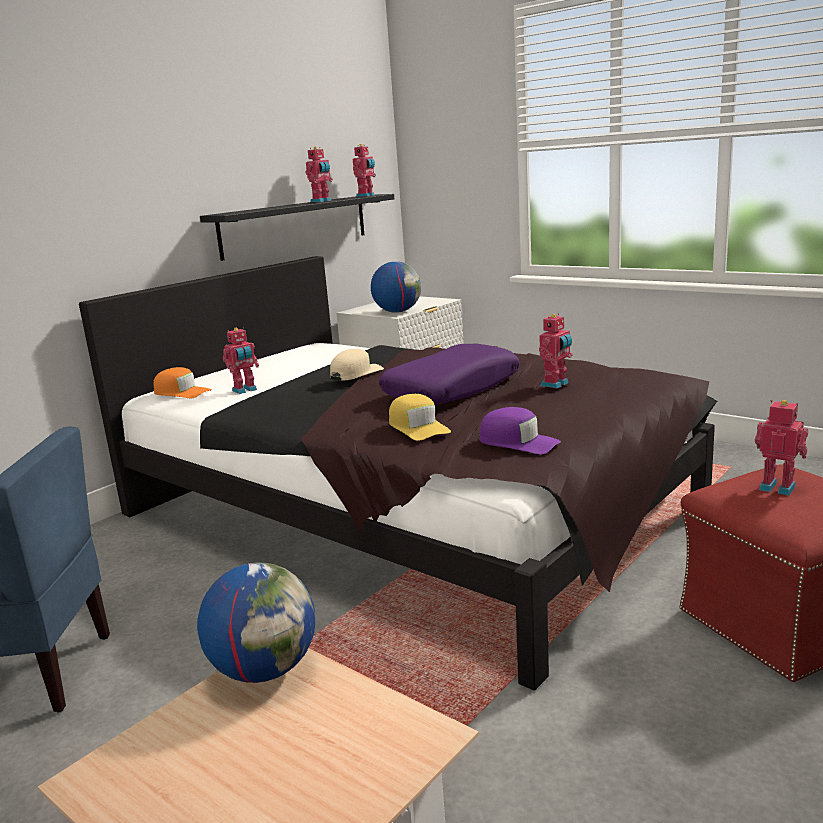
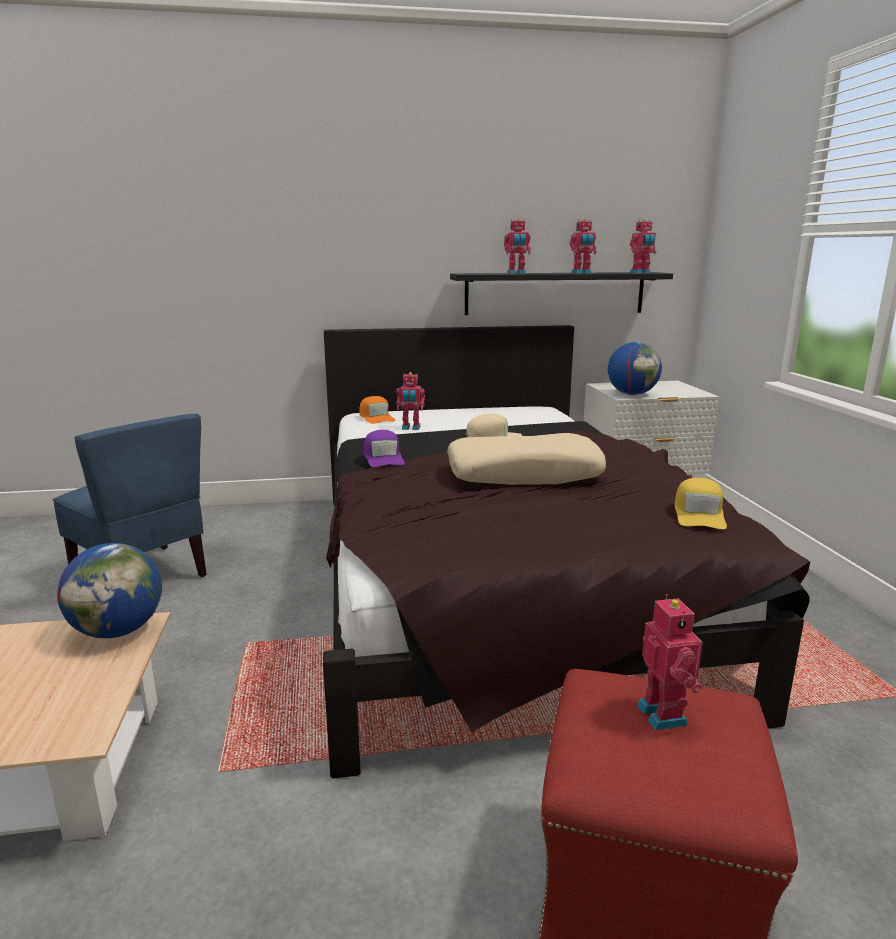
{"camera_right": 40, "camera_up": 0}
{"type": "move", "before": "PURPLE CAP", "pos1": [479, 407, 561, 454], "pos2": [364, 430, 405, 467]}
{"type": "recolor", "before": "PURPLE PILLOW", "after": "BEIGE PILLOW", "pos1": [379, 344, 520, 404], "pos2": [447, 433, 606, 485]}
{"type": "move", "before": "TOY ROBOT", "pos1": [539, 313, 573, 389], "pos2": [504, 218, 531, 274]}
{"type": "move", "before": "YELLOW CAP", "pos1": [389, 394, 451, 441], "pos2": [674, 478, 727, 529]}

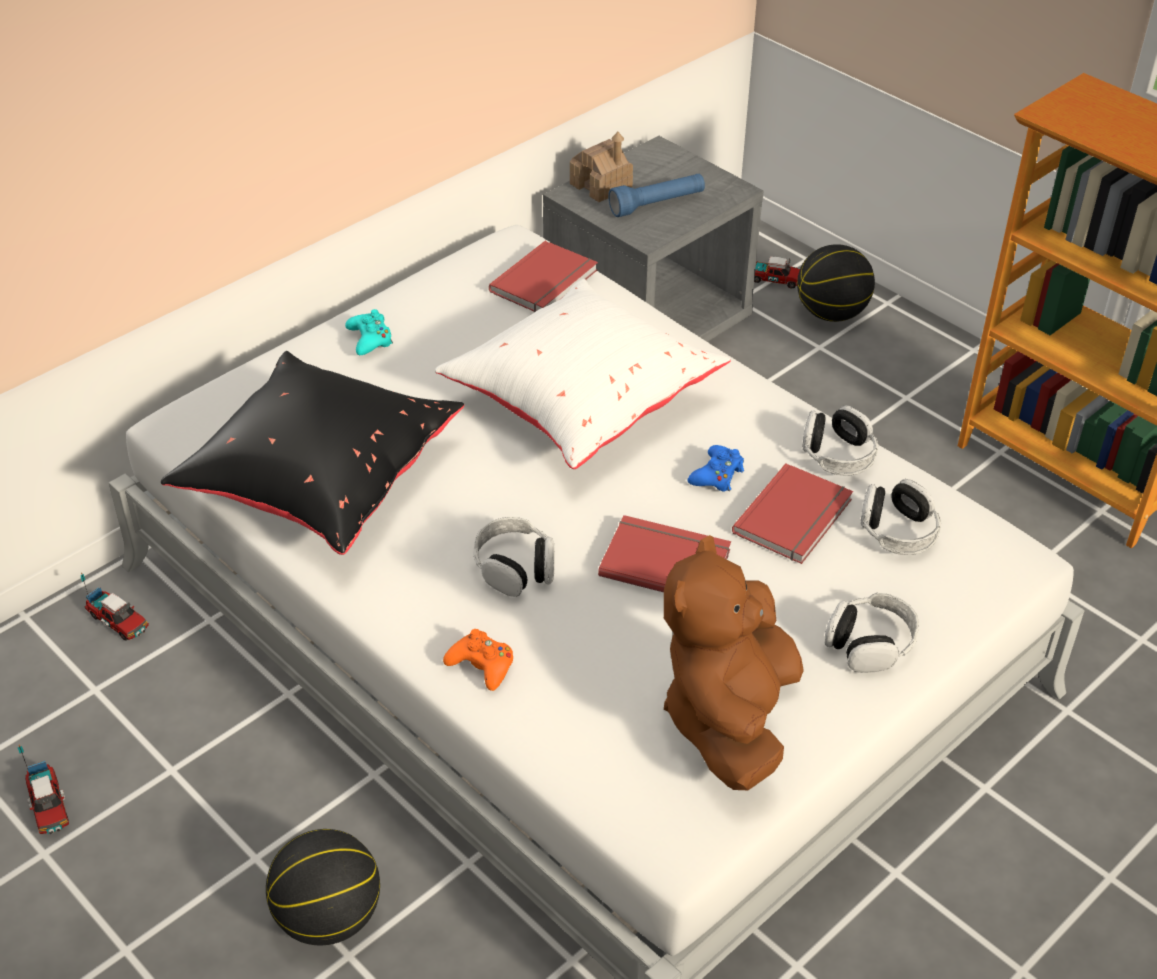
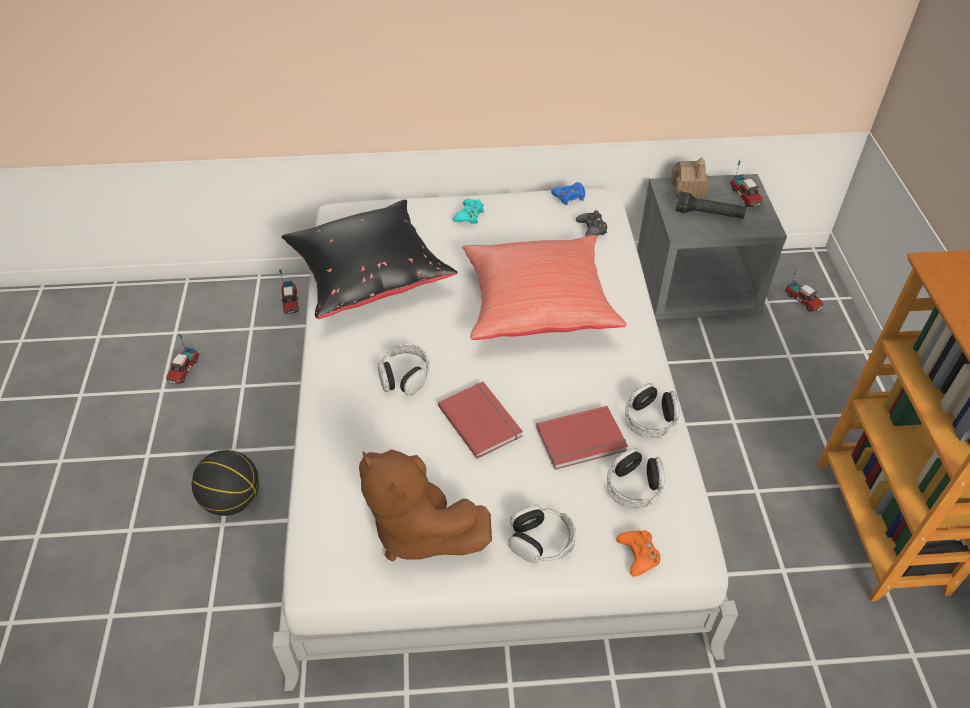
{"camera_right": 40, "camera_up": 5}
{"type": "rotate", "before": "BROWN PLUSH TOY", "pos1": [664, 535, 804, 790], "pos2": [359, 449, 492, 561], "turn": -105}
{"type": "recolor", "before": "WHITE PILLOW", "after": "RED PILLOW", "pos1": [435, 279, 731, 469], "pos2": [462, 235, 627, 340]}
{"type": "move", "before": "BLUE GAME CONTROLLER", "pos1": [688, 445, 744, 492], "pos2": [551, 182, 585, 205]}
{"type": "replace", "before": "RED BOOK", "after": "BLACK GAME CONTROLLER", "pos1": [489, 241, 598, 312], "pos2": [576, 210, 607, 236]}
{"type": "move", "before": "ORANGE GAME CONTROLLER", "pos1": [443, 629, 513, 691], "pos2": [616, 530, 661, 577]}
{"type": "recolor", "before": "BLUE FLASHLIGHT", "after": "BLACK FLASHLIGHT", "pos1": [608, 174, 705, 217], "pos2": [676, 191, 746, 219]}
{"type": "insert", "after": "TOY TRUCK", "pos2": [730, 161, 764, 207]}
{"type": "delete", "before": "BASKETBALL", "pos1": [797, 244, 875, 322]}

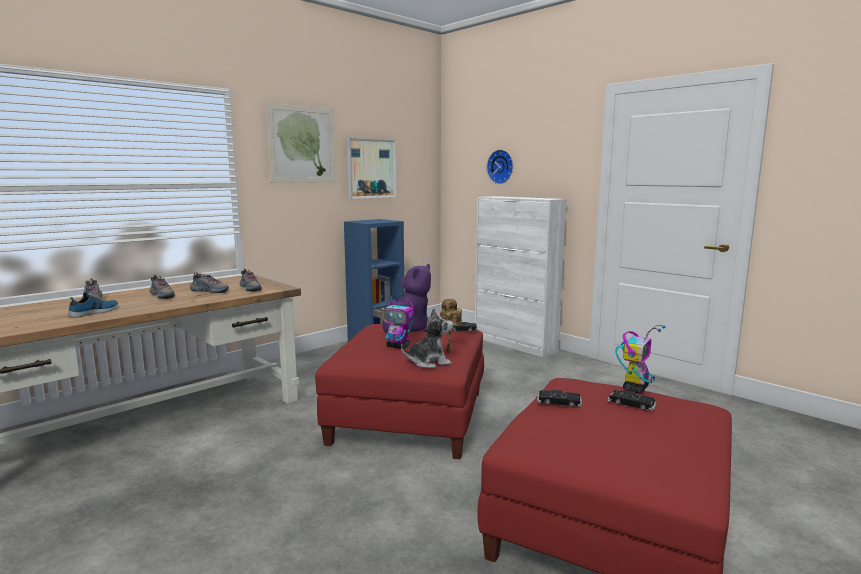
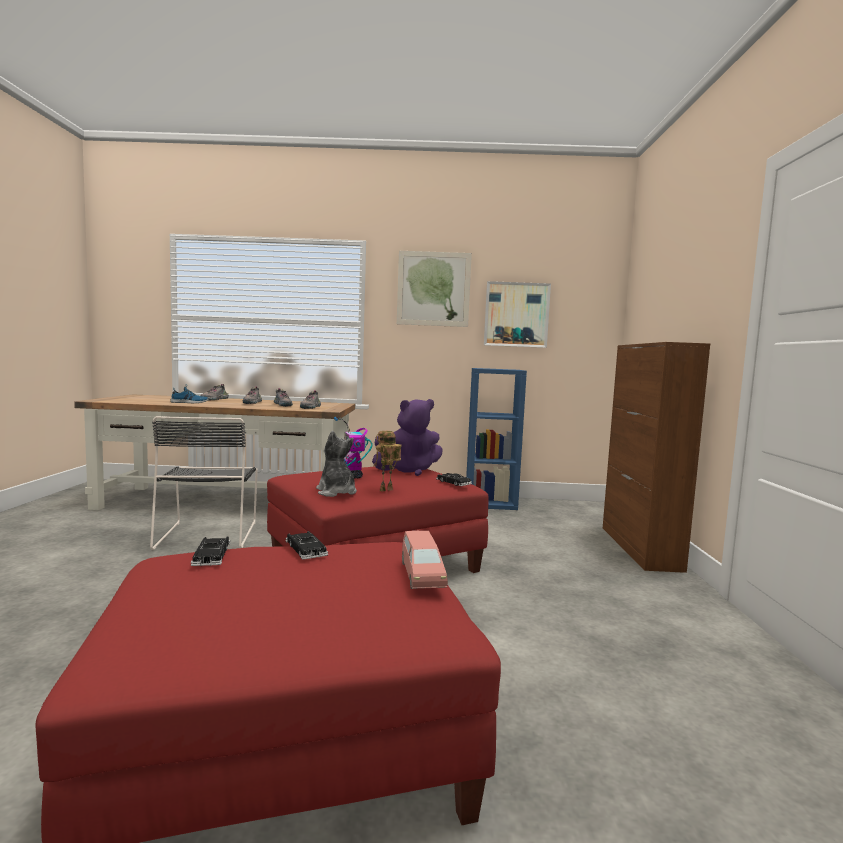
{"camera_right": 45, "camera_up": -5}
{"type": "insert", "after": "BLACK CHAIR", "pos2": [150, 416, 258, 550]}
{"type": "move", "before": "BLACK TOY CAR", "pos1": [608, 390, 656, 411], "pos2": [191, 536, 230, 566]}
{"type": "rotate", "before": "PLUSH TOY", "pos1": [401, 308, 453, 368], "pos2": [316, 431, 357, 497], "turn": -150}
{"type": "replace", "before": "TOY ROBOT", "after": "PINK TOY CAR", "pos1": [615, 325, 666, 393], "pos2": [402, 531, 448, 589]}
{"type": "recolor", "before": "WHITE CABINET", "after": "BROWN CABINET", "pos1": [475, 196, 567, 357], "pos2": [603, 342, 710, 573]}
{"type": "delete", "before": "WALL CLOCK", "pos1": [487, 149, 513, 184]}

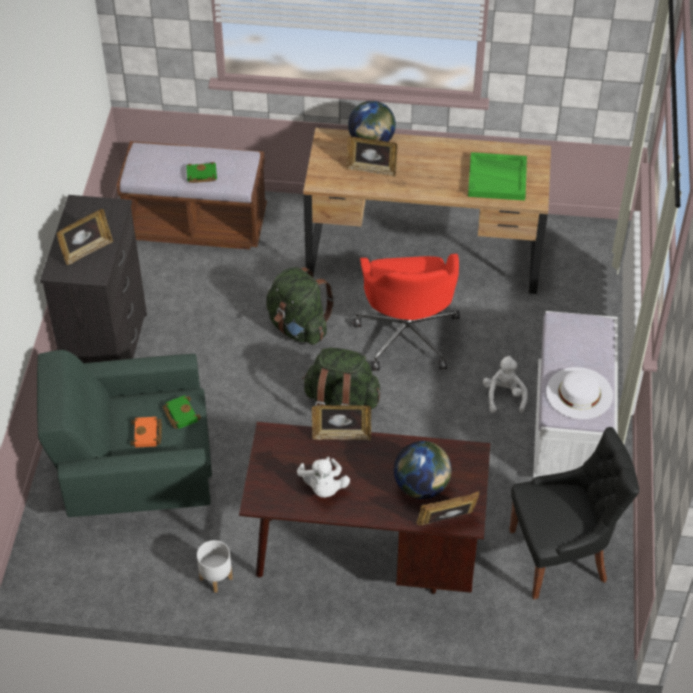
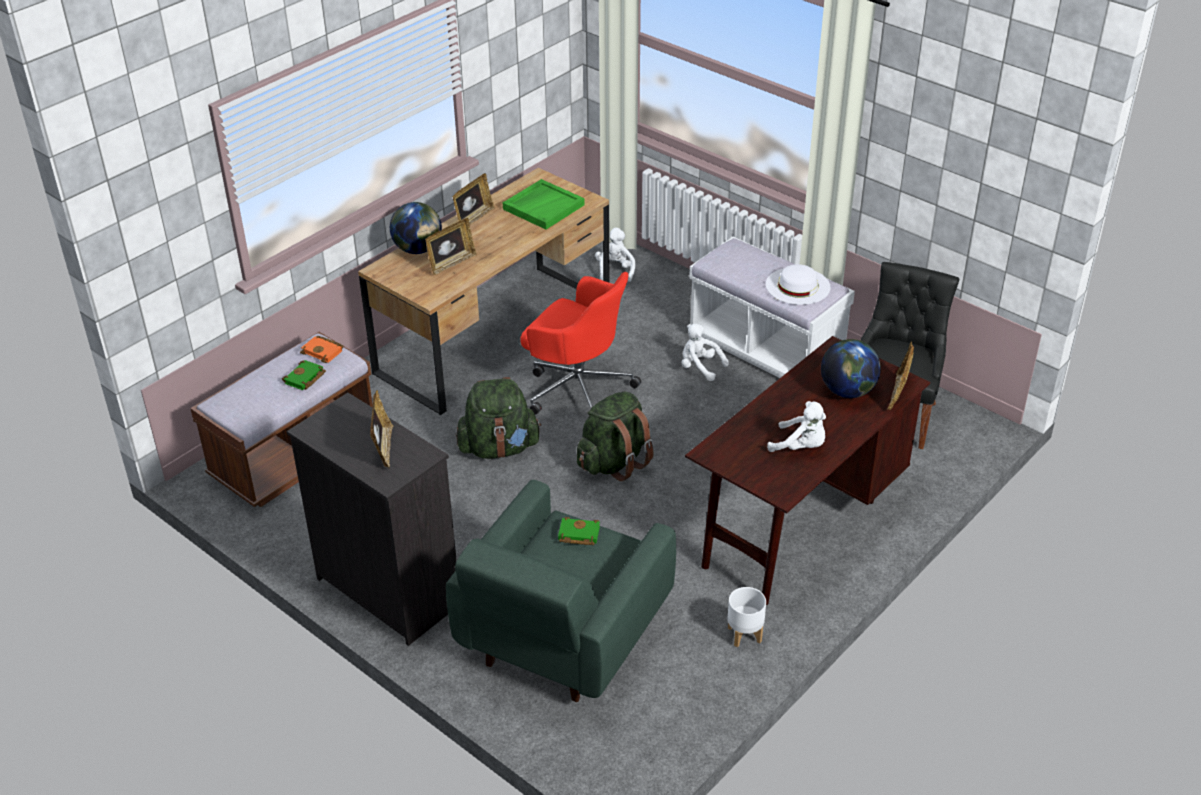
{"camera_right": -55, "camera_up": -10}
{"type": "move", "before": "ORANGE BOOK", "pos1": [130, 417, 162, 448], "pos2": [300, 336, 343, 363]}
{"type": "move", "before": "PICTURE FRAME", "pos1": [312, 405, 371, 441], "pos2": [453, 173, 495, 225]}
{"type": "insert", "after": "WHITE PLUSH TOY", "pos2": [595, 228, 635, 282]}

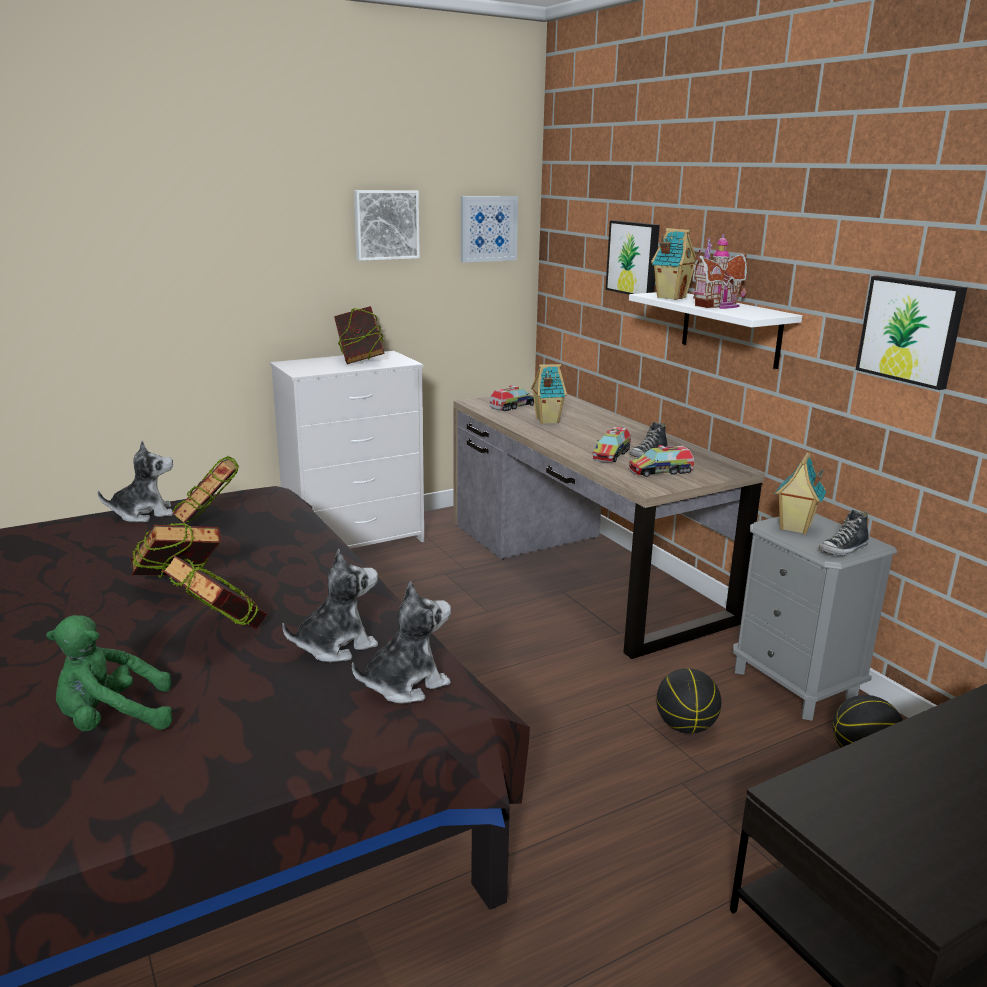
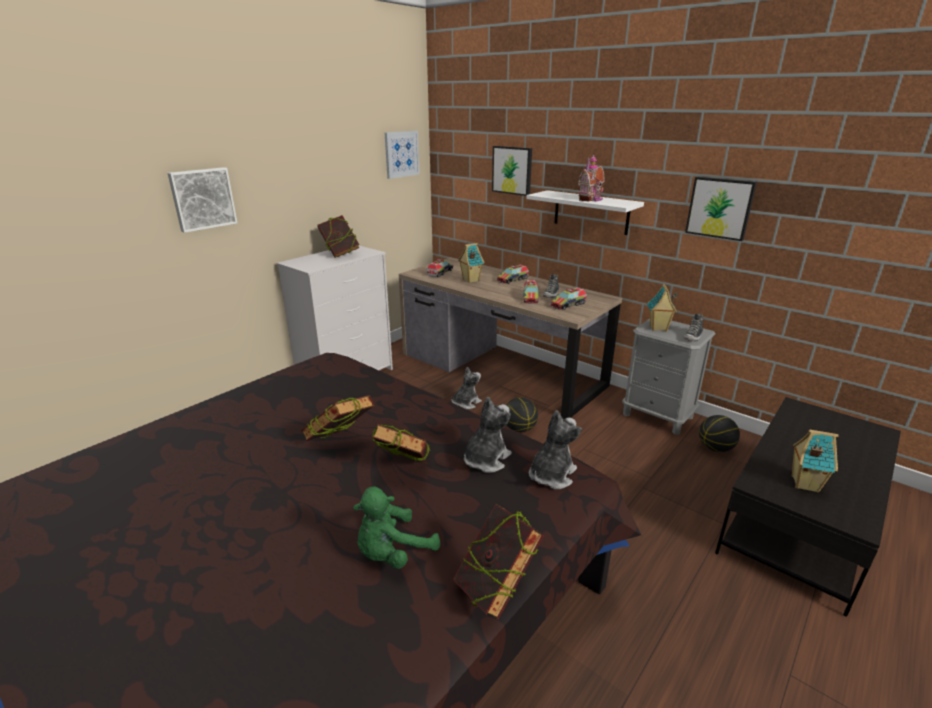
{"camera_right": -20, "camera_up": 5}
{"type": "move", "before": "PICTURE", "pos1": [354, 190, 420, 261], "pos2": [168, 167, 237, 233]}
{"type": "move", "before": "PLUSH TOY", "pos1": [98, 440, 173, 522], "pos2": [451, 367, 482, 410]}
{"type": "move", "before": "BOOK", "pos1": [172, 456, 239, 523], "pos2": [453, 504, 544, 619]}
{"type": "insert", "after": "TOY TRUCK", "pos2": [497, 264, 529, 284]}
{"type": "move", "before": "BASKETBALL", "pos1": [656, 668, 721, 734], "pos2": [506, 397, 538, 432]}
{"type": "move", "before": "TOY HOUSE", "pos1": [651, 228, 697, 300], "pos2": [792, 429, 838, 493]}

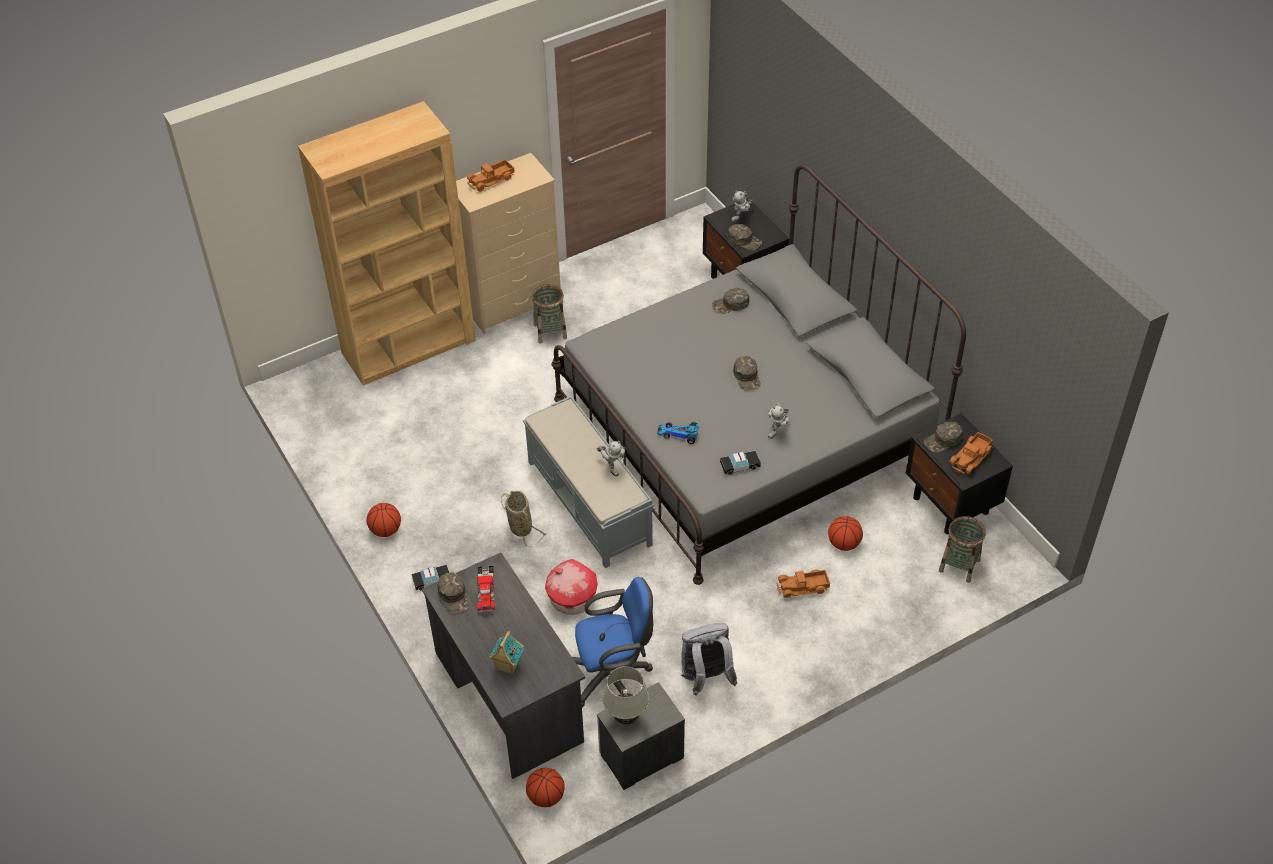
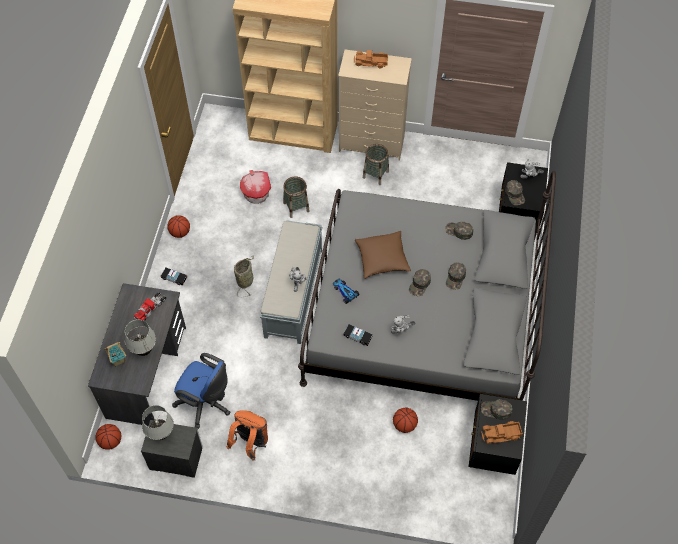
{"camera_right": 40, "camera_up": 10}
{"type": "insert", "after": "WHITE TABLE LAMP", "pos2": [125, 320, 156, 356]}
{"type": "recolor", "before": "GREY BACKPACK", "after": "ORANGE BACKPACK", "pos1": [681, 623, 738, 696], "pos2": [227, 410, 268, 461]}
{"type": "move", "before": "TOY HOUSE", "pos1": [545, 559, 598, 615], "pos2": [240, 170, 271, 204]}
{"type": "move", "before": "BASKET", "pos1": [939, 516, 986, 583], "pos2": [283, 176, 309, 218]}
{"type": "insert", "after": "BROWN PILLOW", "pos2": [355, 231, 411, 279]}
{"type": "move", "before": "GREEN CAP", "pos1": [437, 572, 470, 614], "pos2": [446, 262, 466, 290]}
{"type": "delete", "before": "TOY TRUCK", "pos1": [776, 569, 830, 598]}

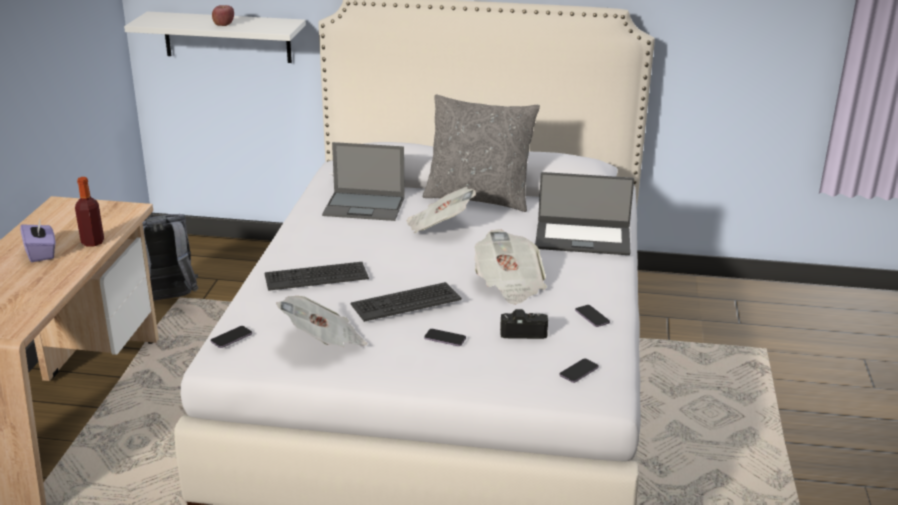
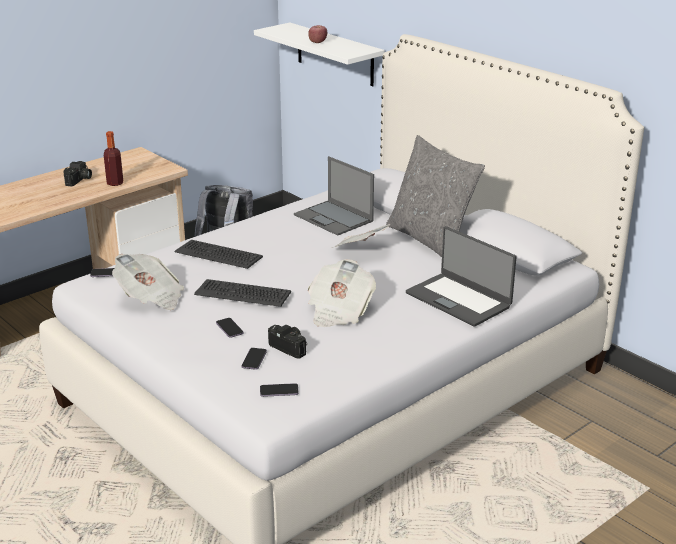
{"camera_right": 40, "camera_up": 0}
{"type": "replace", "before": "PURPLE TISSUE BOX", "after": "PHOTO CAMERA", "pos1": [20, 220, 55, 262], "pos2": [64, 161, 92, 186]}
{"type": "move", "before": "PHONE", "pos1": [575, 305, 610, 327], "pos2": [241, 348, 267, 370]}

